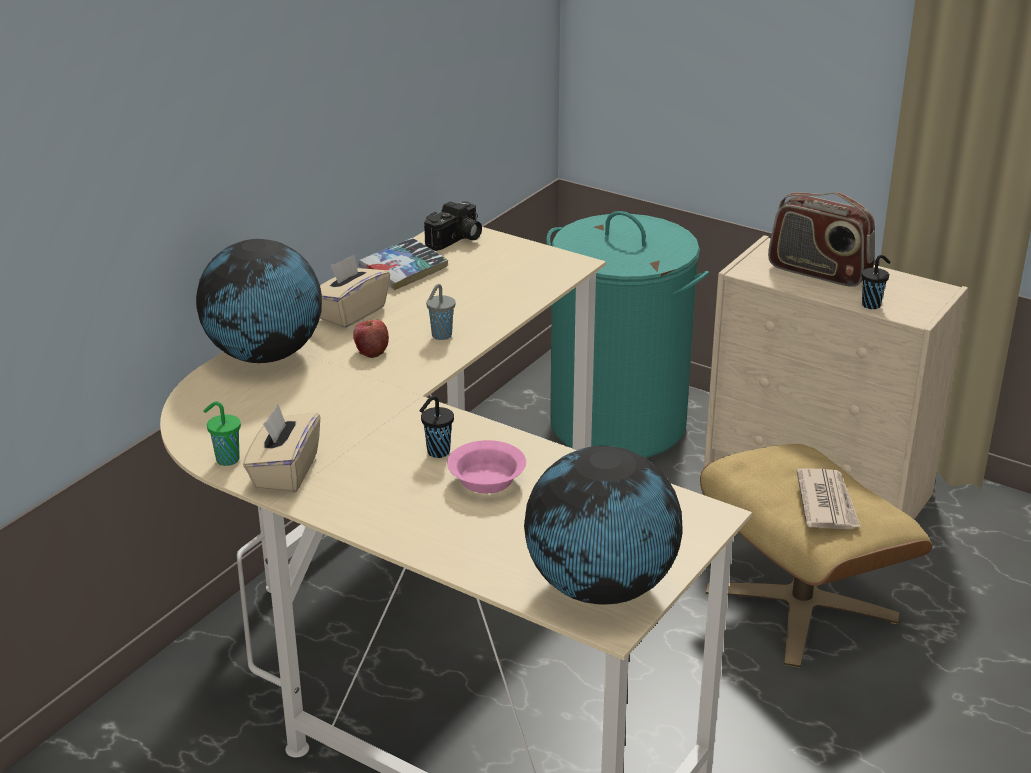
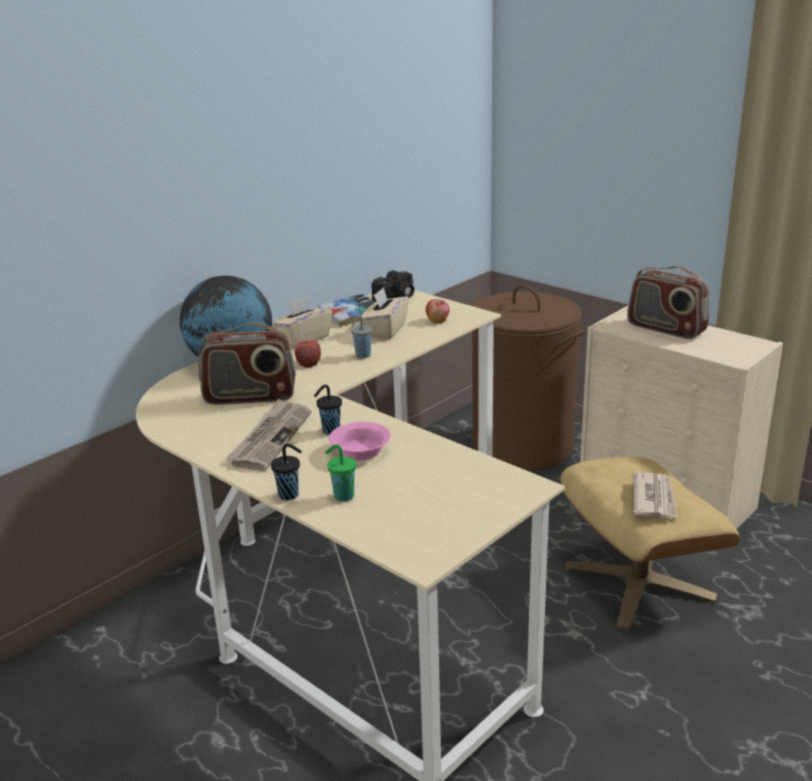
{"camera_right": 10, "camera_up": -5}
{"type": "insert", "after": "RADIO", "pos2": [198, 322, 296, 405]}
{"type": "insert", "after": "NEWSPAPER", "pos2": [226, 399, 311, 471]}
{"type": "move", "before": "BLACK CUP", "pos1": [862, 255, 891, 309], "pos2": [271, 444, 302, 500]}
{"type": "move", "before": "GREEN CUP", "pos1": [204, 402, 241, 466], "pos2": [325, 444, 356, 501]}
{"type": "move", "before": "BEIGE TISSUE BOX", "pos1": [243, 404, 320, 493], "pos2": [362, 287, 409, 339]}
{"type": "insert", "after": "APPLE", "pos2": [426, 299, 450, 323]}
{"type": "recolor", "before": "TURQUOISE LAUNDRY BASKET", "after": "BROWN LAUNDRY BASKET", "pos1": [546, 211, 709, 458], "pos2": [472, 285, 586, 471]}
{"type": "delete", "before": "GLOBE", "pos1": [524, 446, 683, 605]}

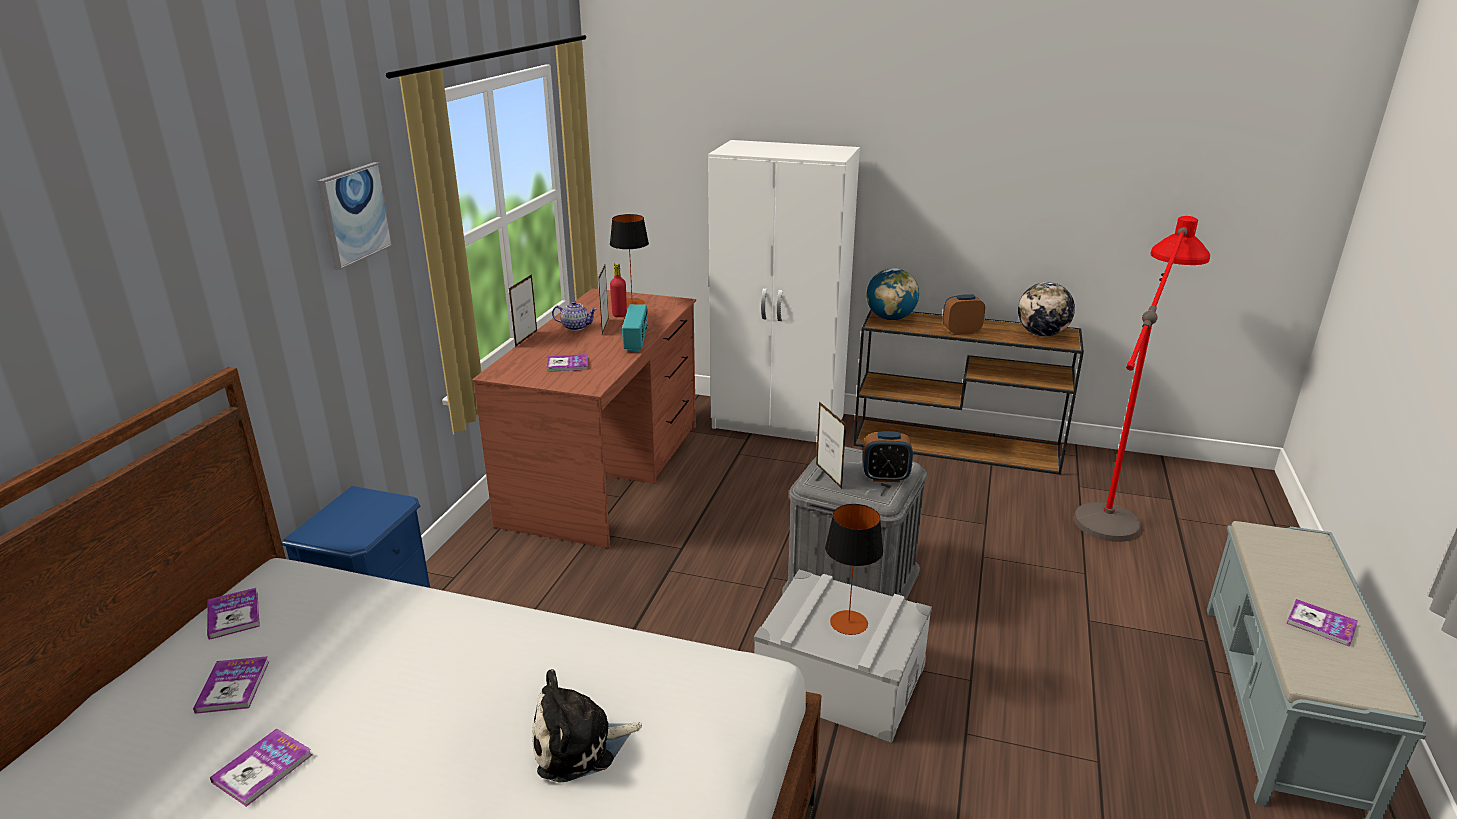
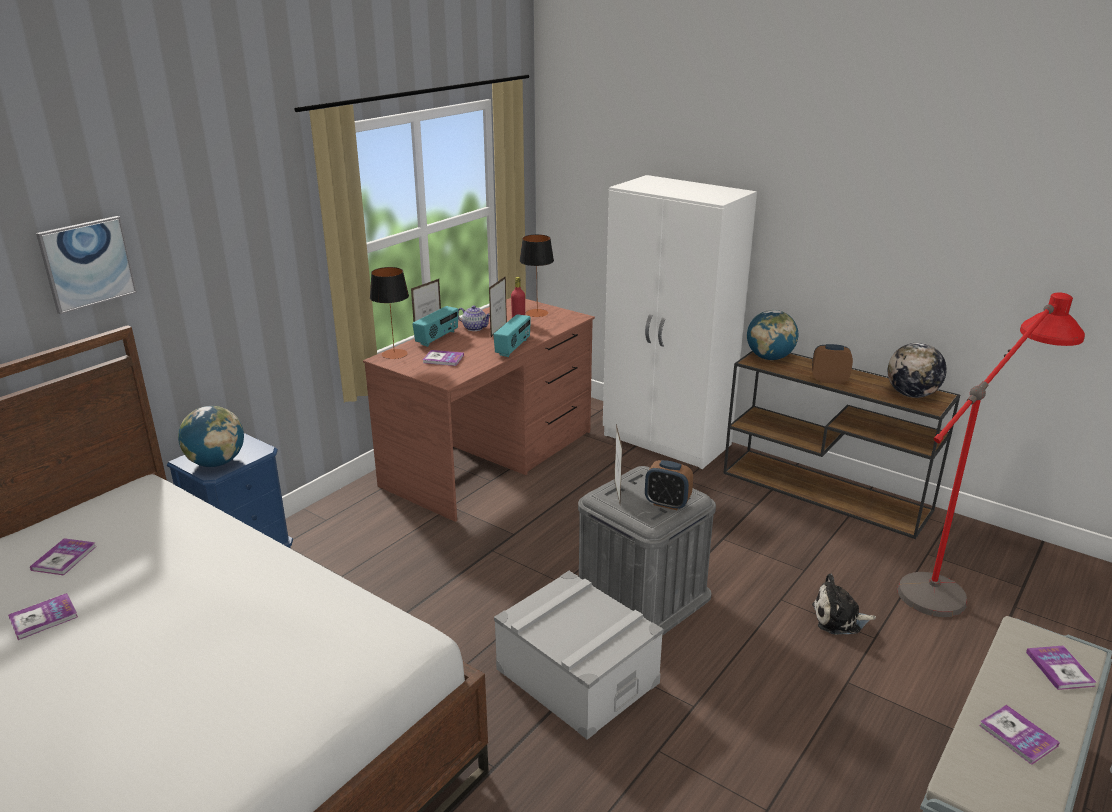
{"camera_right": 20, "camera_up": 0}
{"type": "move", "before": "PICTURE", "pos1": [317, 162, 393, 270], "pos2": [36, 216, 137, 314]}
{"type": "insert", "after": "GLOBE", "pos2": [178, 406, 244, 467]}
{"type": "move", "before": "TABLE LAMP", "pos1": [825, 504, 883, 635], "pos2": [370, 267, 409, 359]}
{"type": "insert", "after": "RADIO", "pos2": [412, 306, 458, 347]}
{"type": "move", "before": "PLUSH TOY", "pos1": [532, 669, 642, 783], "pos2": [812, 574, 876, 634]}
{"type": "move", "before": "BOOK", "pos1": [207, 588, 260, 640], "pos2": [1026, 646, 1097, 690]}

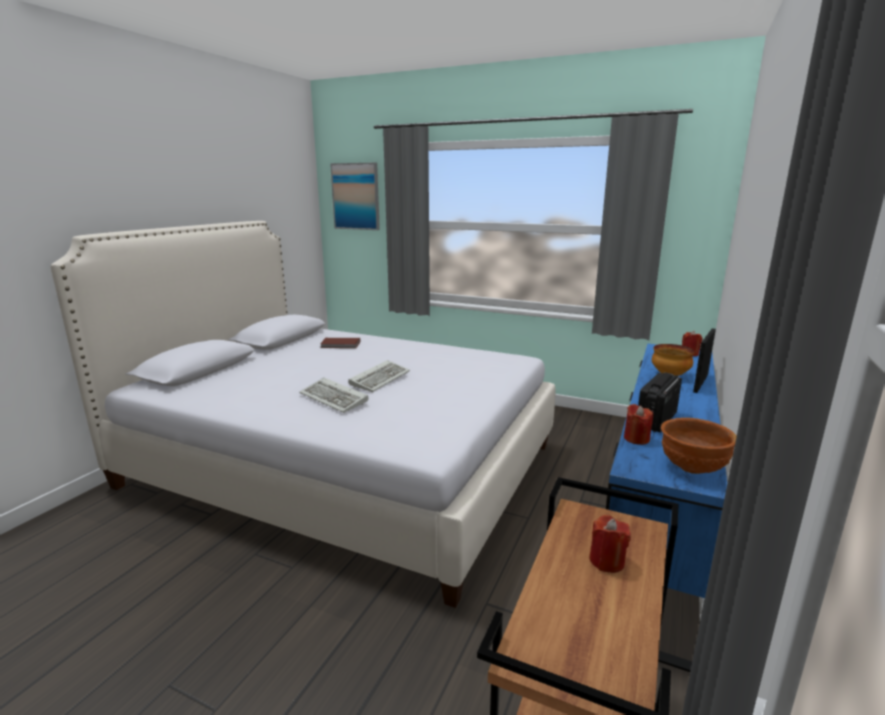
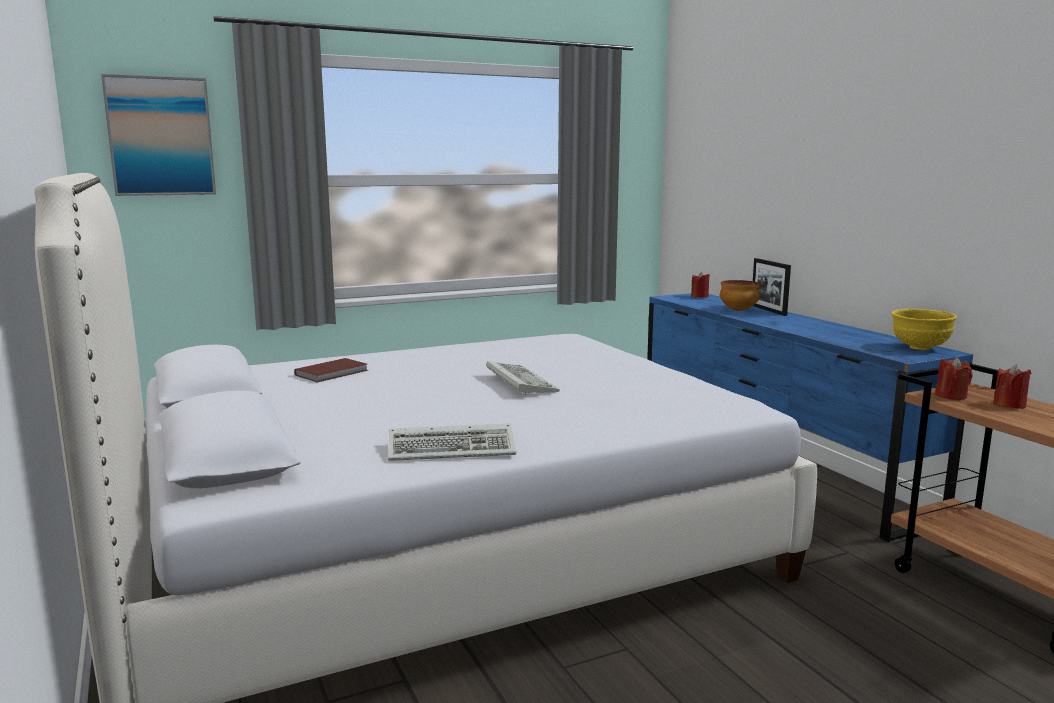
{"camera_right": -50, "camera_up": -5}
{"type": "move", "before": "KEYBOARD", "pos1": [299, 378, 369, 413], "pos2": [388, 423, 516, 461]}
{"type": "recolor", "before": "BROWN BOWL", "after": "YELLOW BOWL", "pos1": [661, 418, 737, 474], "pos2": [891, 309, 957, 350]}
{"type": "move", "before": "RED CANDLE", "pos1": [624, 404, 653, 445], "pos2": [935, 357, 972, 400]}
{"type": "delete", "before": "RADIO", "pos1": [638, 372, 682, 432]}

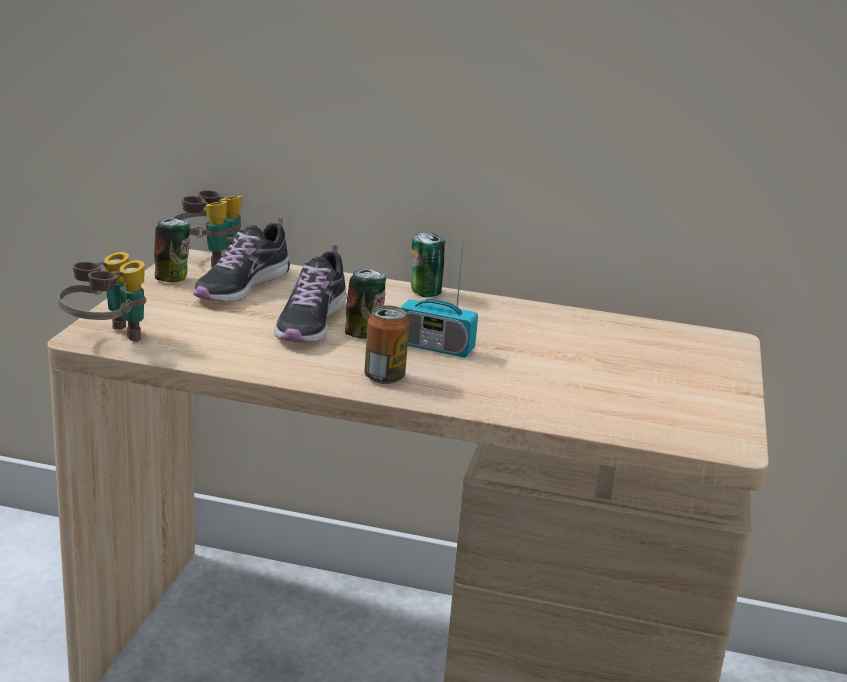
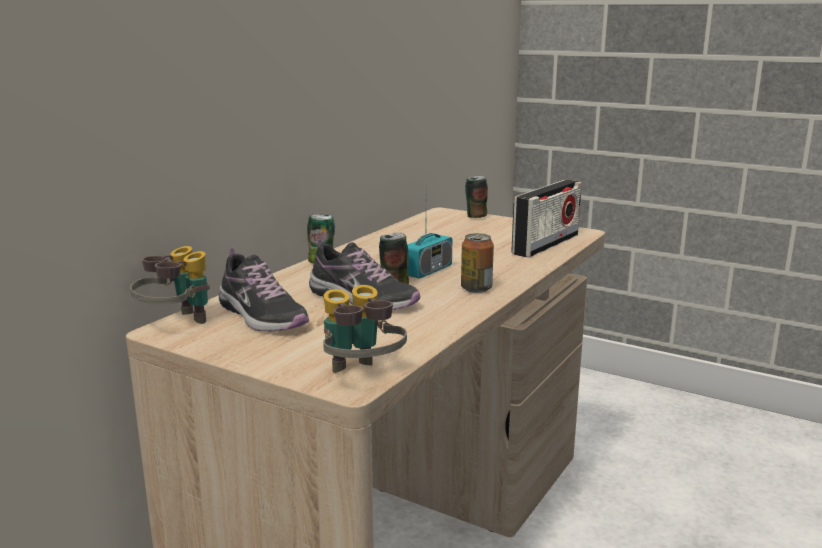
{"camera_right": -70, "camera_up": -5}
{"type": "move", "before": "CAN", "pos1": [154, 218, 190, 282], "pos2": [465, 176, 488, 218]}
{"type": "insert", "after": "RADIO", "pos2": [511, 180, 582, 258]}

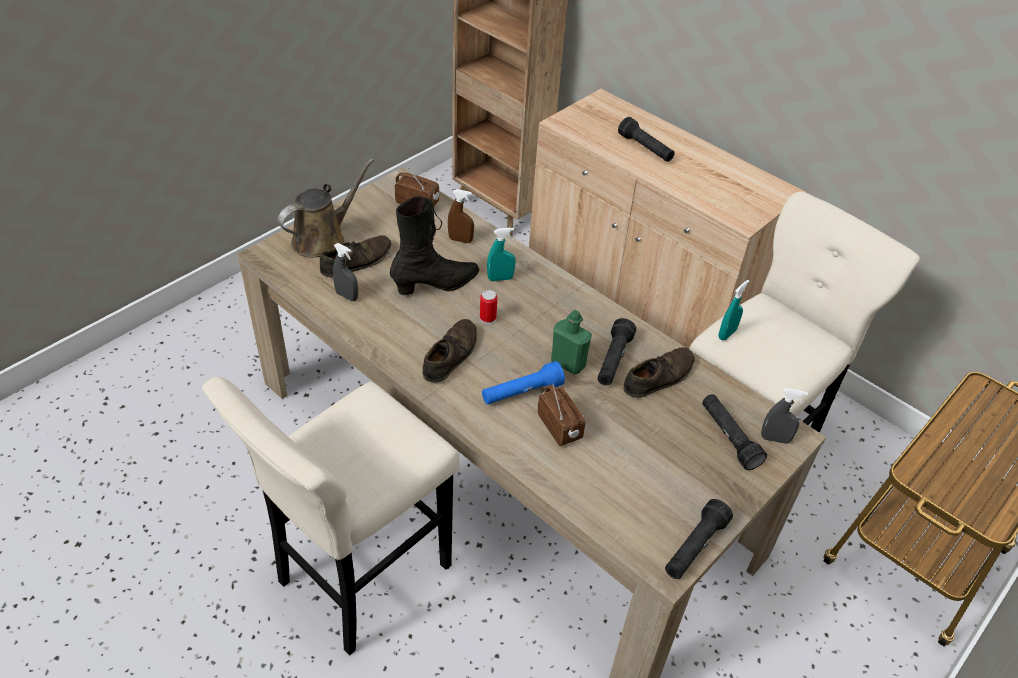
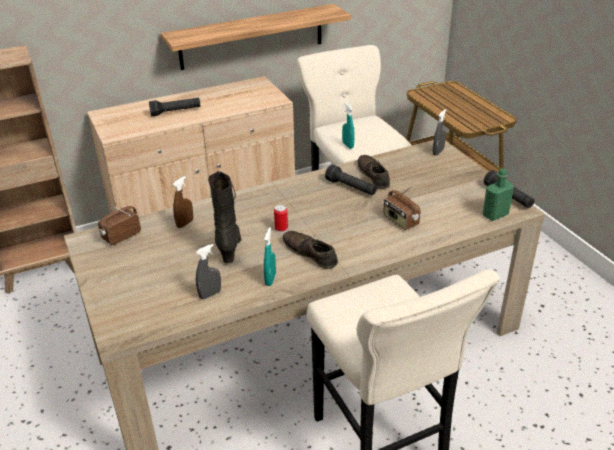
{"camera_right": -65, "camera_up": -10}
{"type": "insert", "after": "SHELF", "pos2": [160, 4, 351, 70]}
{"type": "move", "before": "TURQUOISE SPRAY BOTTLE", "pos1": [487, 228, 516, 281], "pos2": [264, 227, 276, 286]}
{"type": "rotate", "before": "RADIO", "pos1": [537, 384, 585, 446], "pos2": [383, 186, 421, 230], "turn": -120}
{"type": "move", "before": "GREEN BOTTLE", "pos1": [551, 310, 592, 375], "pos2": [483, 168, 514, 221]}
{"type": "delete", "before": "BROWN WATERING CAN", "pos1": [278, 158, 374, 258]}
{"type": "delete", "before": "BROWN SHOE", "pos1": [320, 235, 391, 277]}
{"type": "delete", "before": "BLUE FLASHLIGHT", "pos1": [482, 361, 565, 404]}
{"type": "delete", "before": "BLACK FLASHLIGHT", "pos1": [702, 394, 767, 470]}

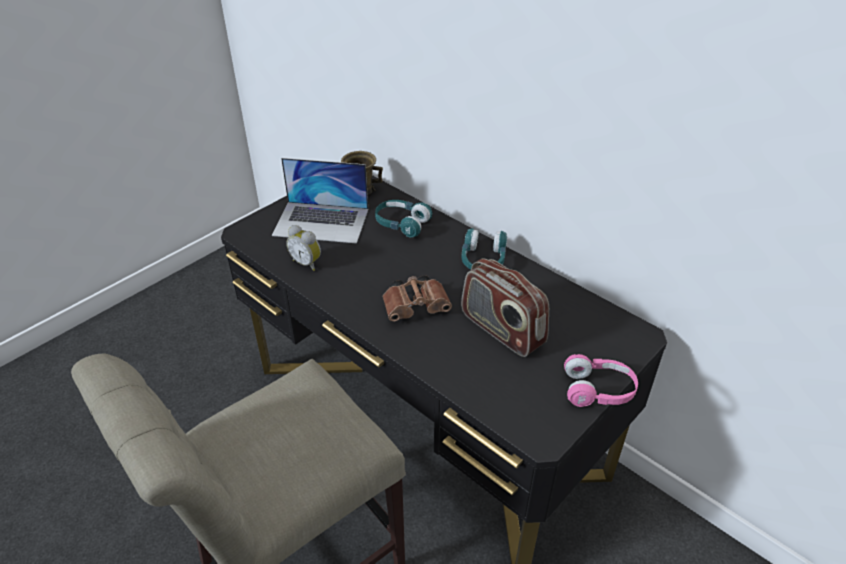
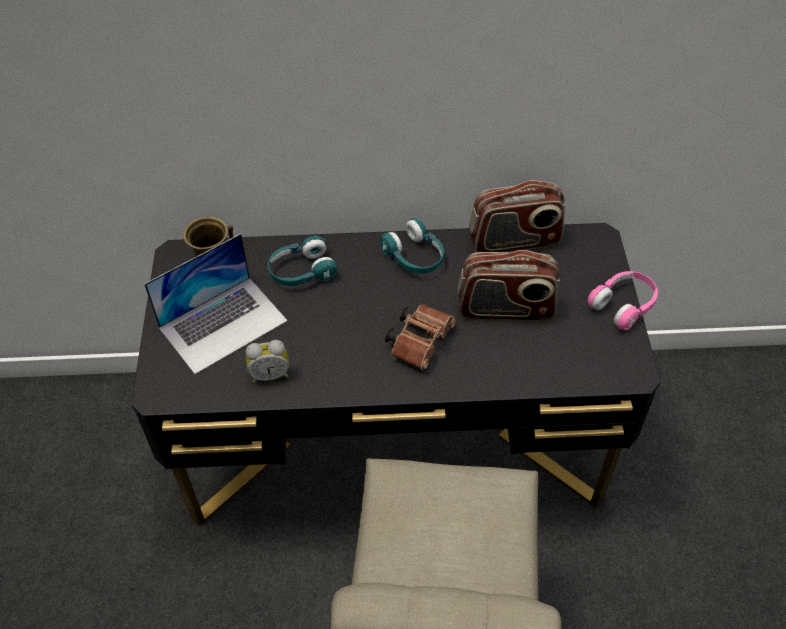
{"camera_right": -45, "camera_up": 10}
{"type": "insert", "after": "RADIO", "pos2": [469, 180, 565, 252]}

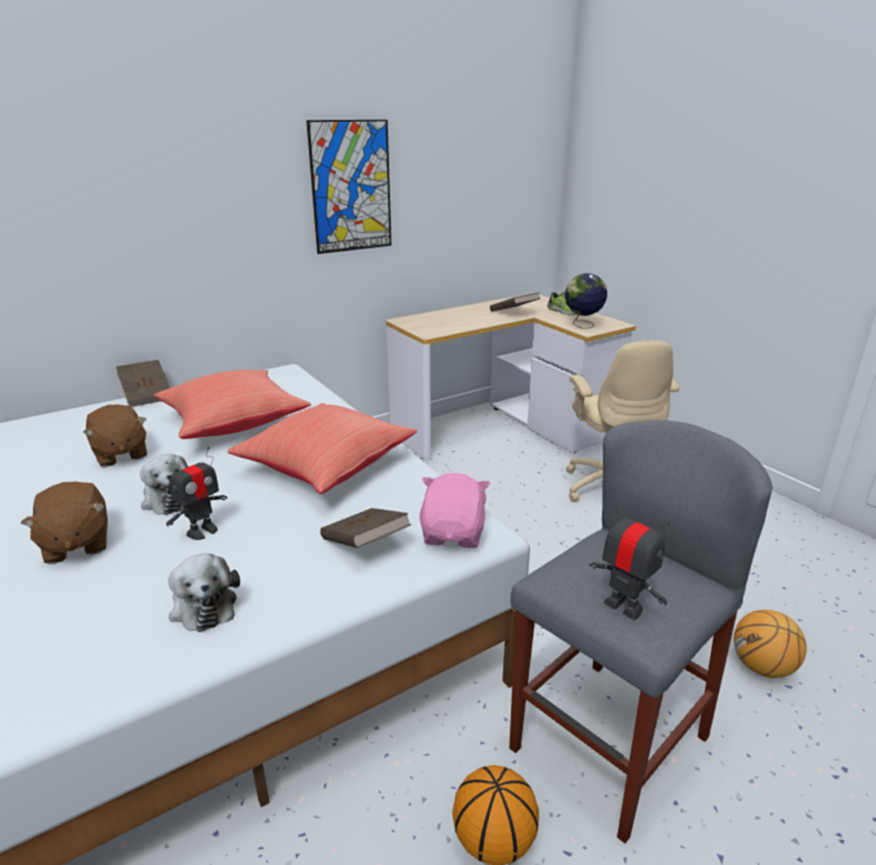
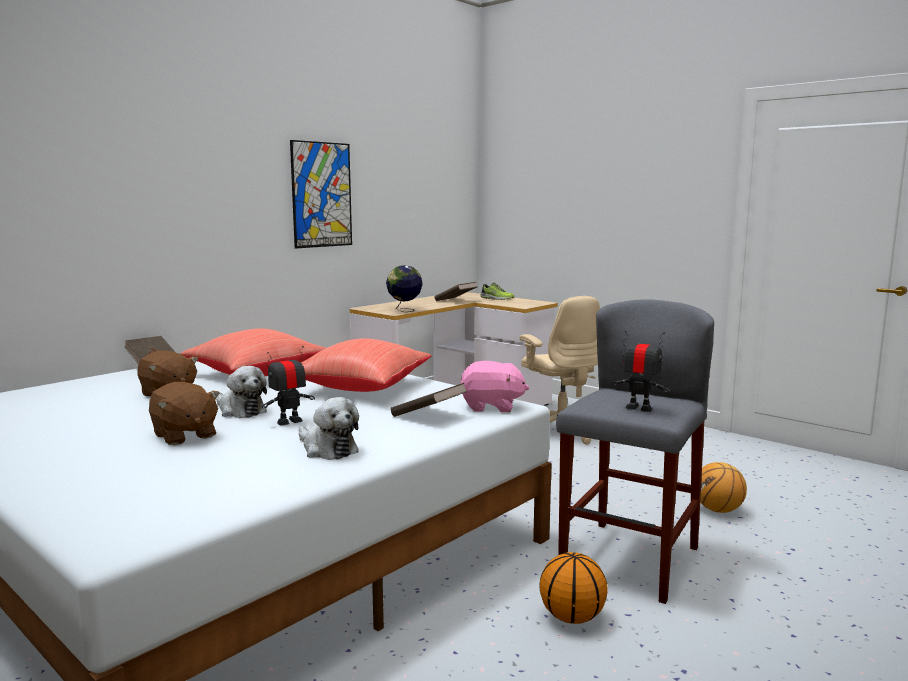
{"camera_right": -15, "camera_up": -15}
{"type": "rotate", "before": "TOY ROBOT", "pos1": [166, 447, 227, 540], "pos2": [262, 346, 315, 426], "turn": -150}
{"type": "move", "before": "GLOBE", "pos1": [565, 273, 607, 329], "pos2": [386, 265, 423, 312]}
{"type": "rotate", "before": "PINK PLUSH TOY", "pos1": [420, 473, 490, 548], "pos2": [460, 361, 529, 412], "turn": 105}

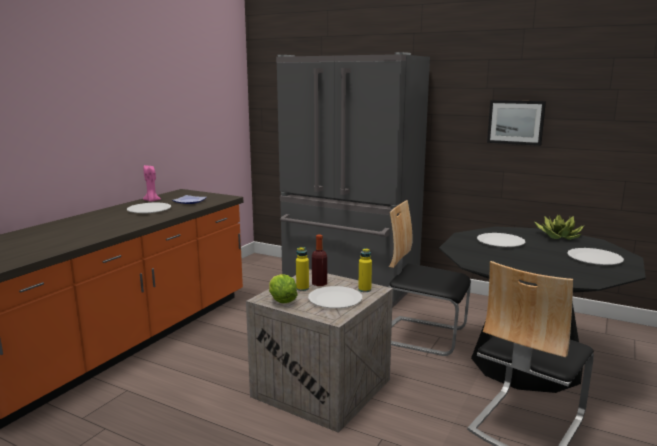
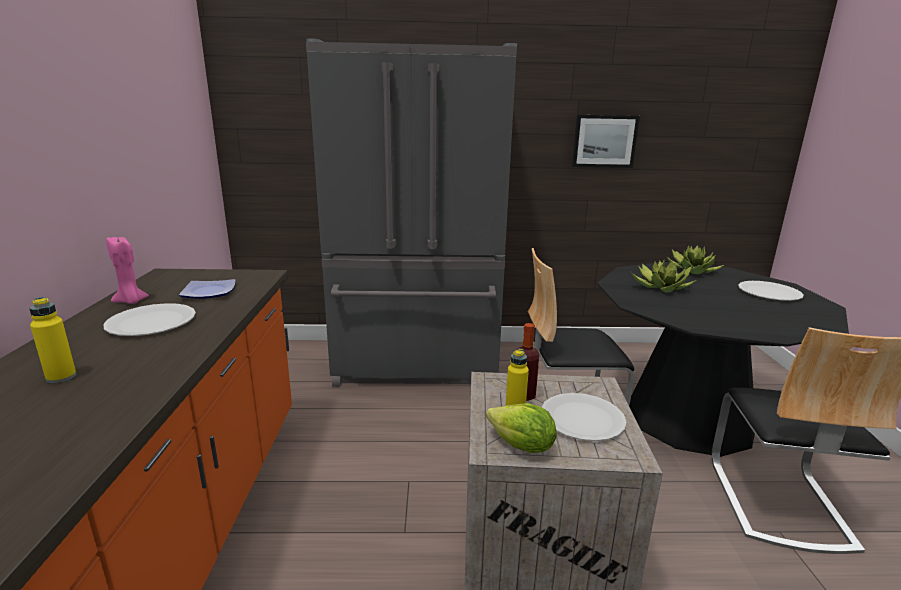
{"camera_right": -30, "camera_up": 5}
{"type": "move", "before": "YELLOW BOTTLE", "pos1": [358, 248, 372, 292], "pos2": [29, 297, 76, 383]}
{"type": "replace", "before": "WHITE PLATE", "after": "POTTED PLANT", "pos1": [477, 233, 525, 247], "pos2": [631, 259, 696, 292]}

